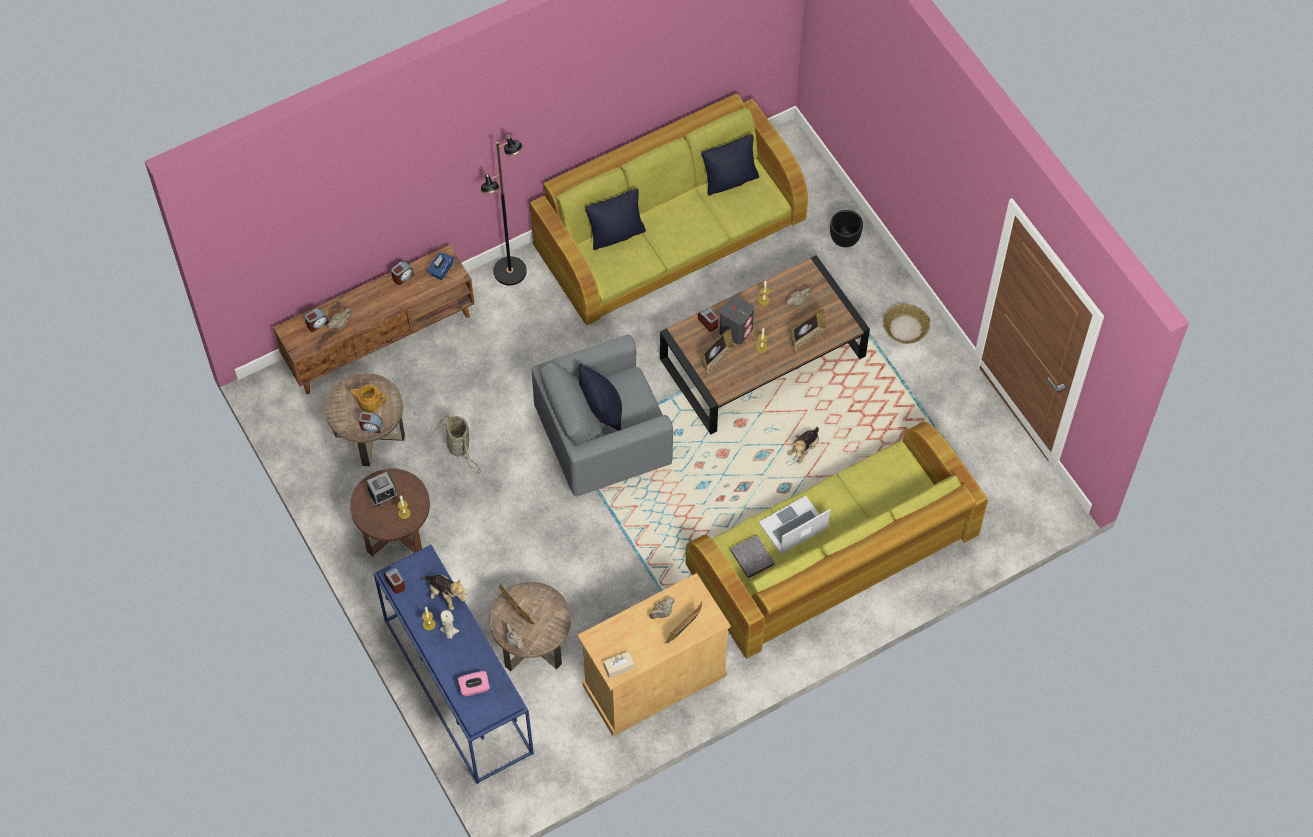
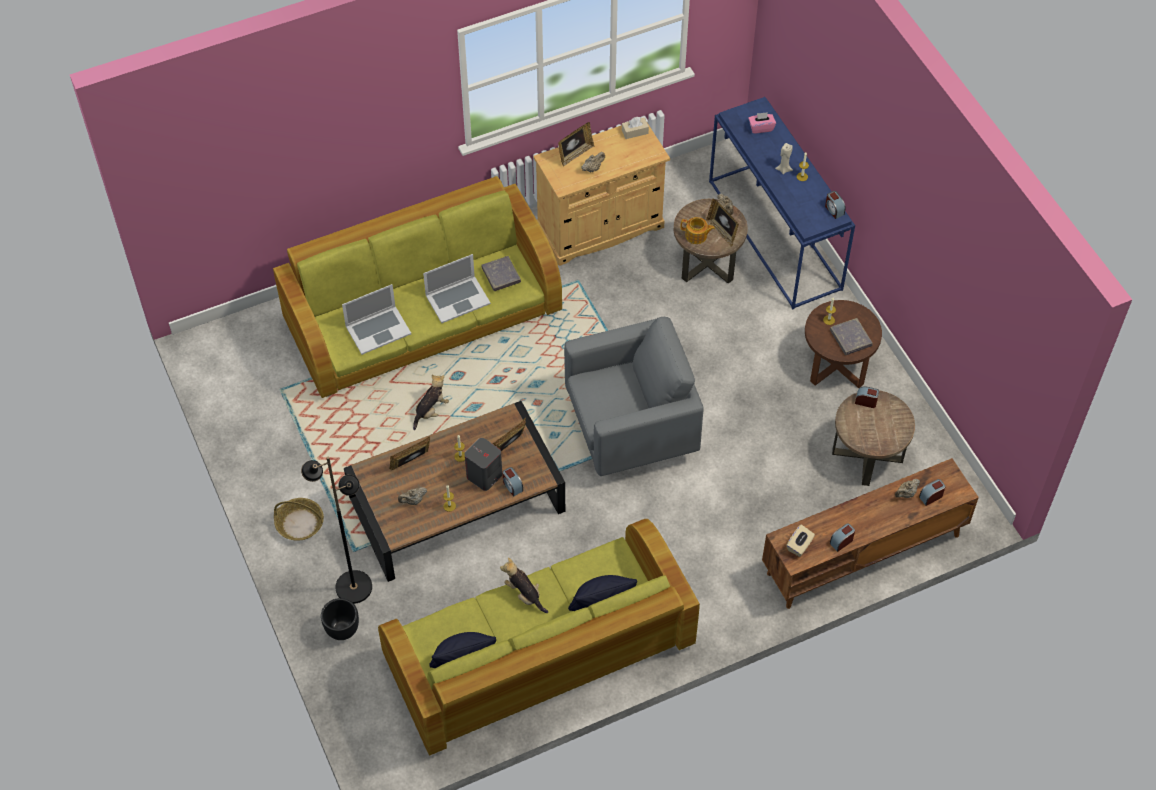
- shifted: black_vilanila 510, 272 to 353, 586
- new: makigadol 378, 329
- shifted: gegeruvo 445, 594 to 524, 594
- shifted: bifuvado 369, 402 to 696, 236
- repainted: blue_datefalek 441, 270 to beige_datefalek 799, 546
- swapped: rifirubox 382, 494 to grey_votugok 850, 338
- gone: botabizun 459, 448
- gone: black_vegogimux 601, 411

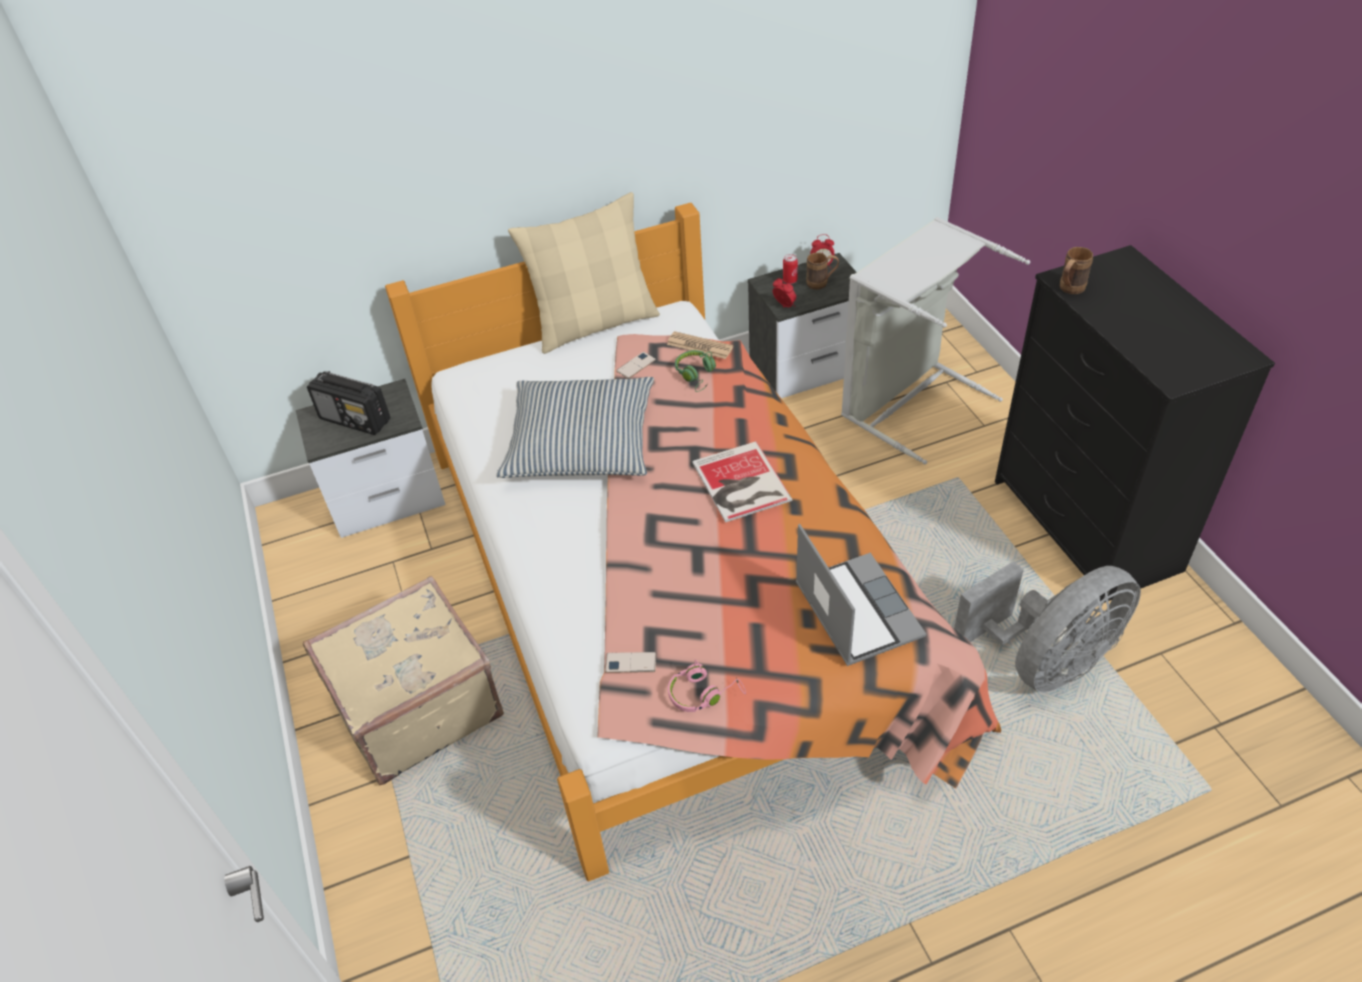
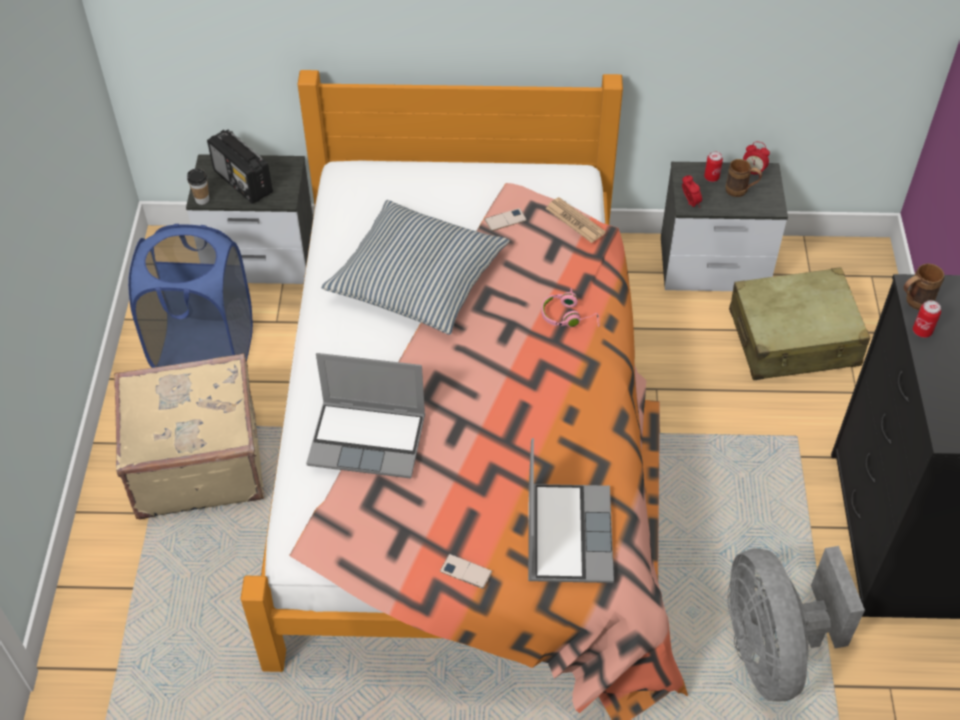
- new: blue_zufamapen 205, 352
- new: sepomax 202, 199
- new: makigadol 369, 439
- shifted: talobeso 630, 663 to 466, 571
- shifted: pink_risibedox 703, 693 to 569, 316
- rotated: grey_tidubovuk 1045, 662 = 771, 650 90 degrees clockwise
- swapped: grey_zufamapen 908, 401 to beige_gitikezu 794, 339
- new: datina 922, 331
- gone: beige_vegogimux 595, 324
- gone: green_risibedox 696, 375
- gone: votugok 740, 484

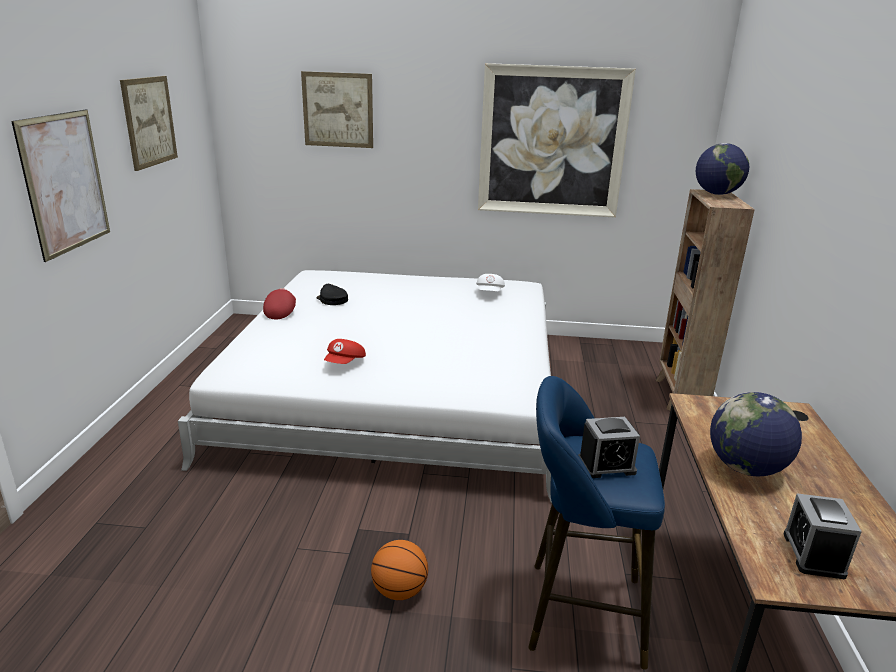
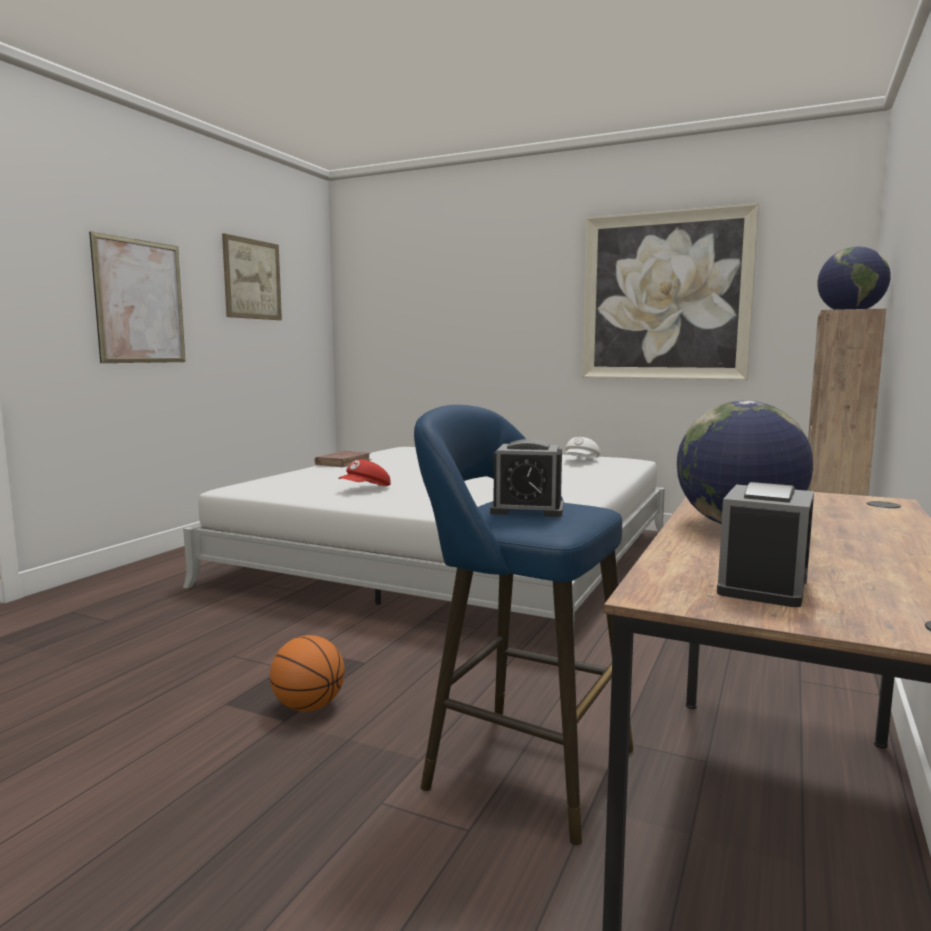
- swapped: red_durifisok 280, 312 to brown_votugok 343, 462
- gone: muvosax 338, 110
- gone: black_durifisok 332, 300

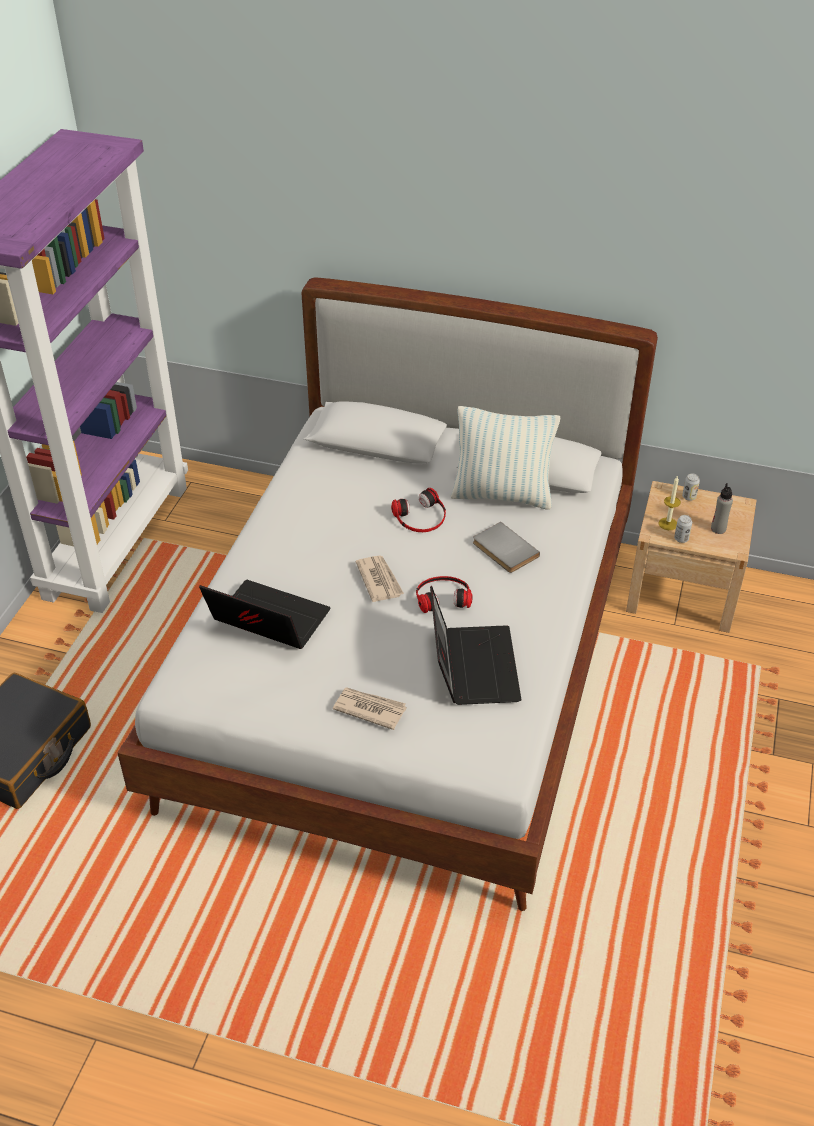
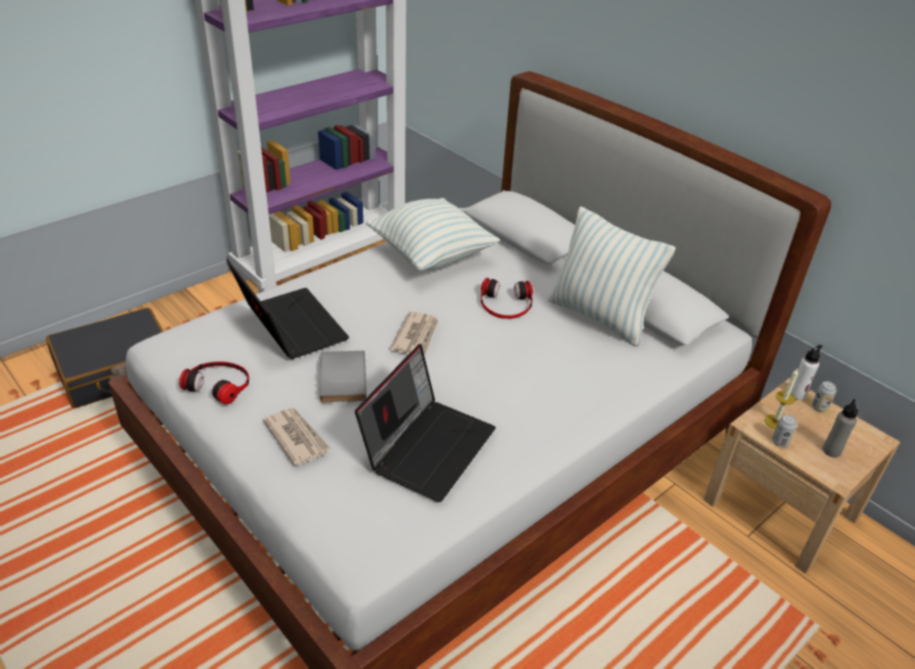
- shifted: risibedox 442, 596 to 219, 384
- shifted: grey_votugok 503, 550 to 340, 379
- new: vegogimux 431, 255
- new: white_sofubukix 797, 394

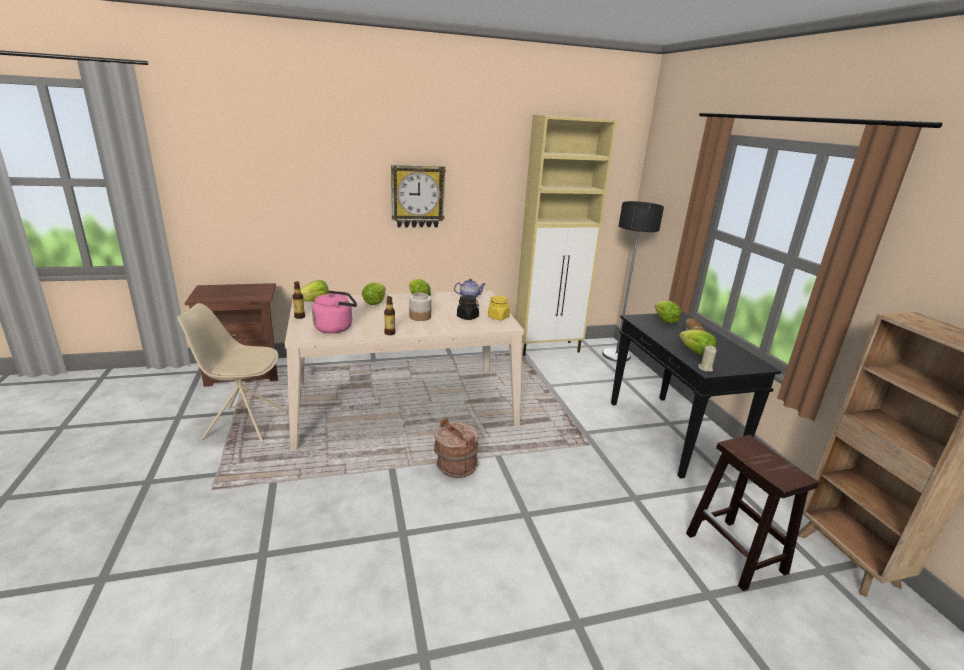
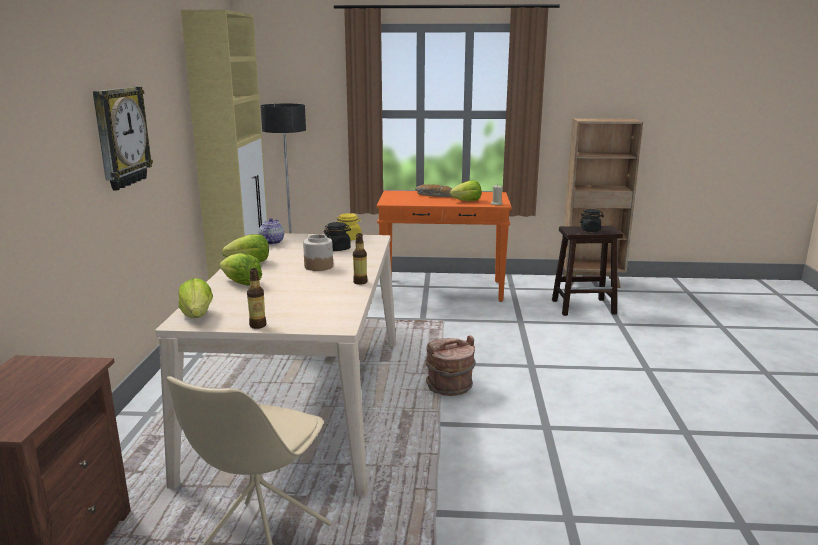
- repainted: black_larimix 671, 434 to orange_larimix 443, 290
- new: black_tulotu 590, 230
- gone: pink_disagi 336, 327
- gone: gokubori 664, 320

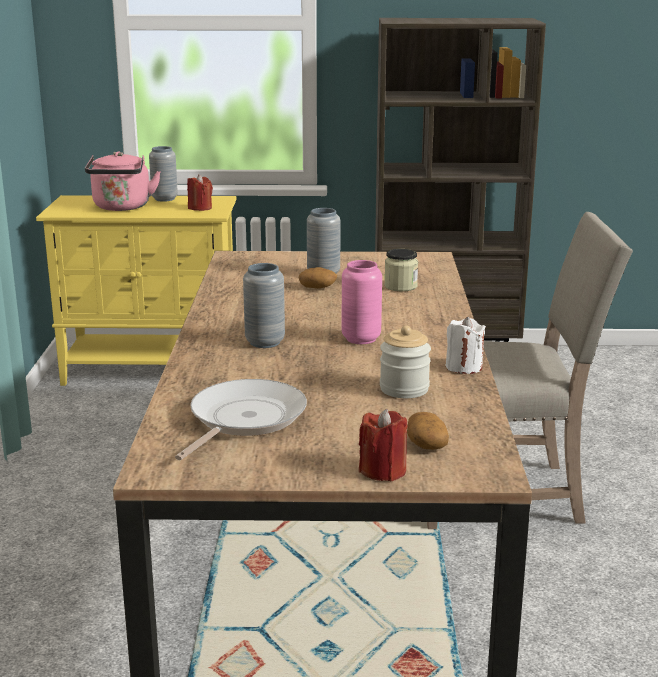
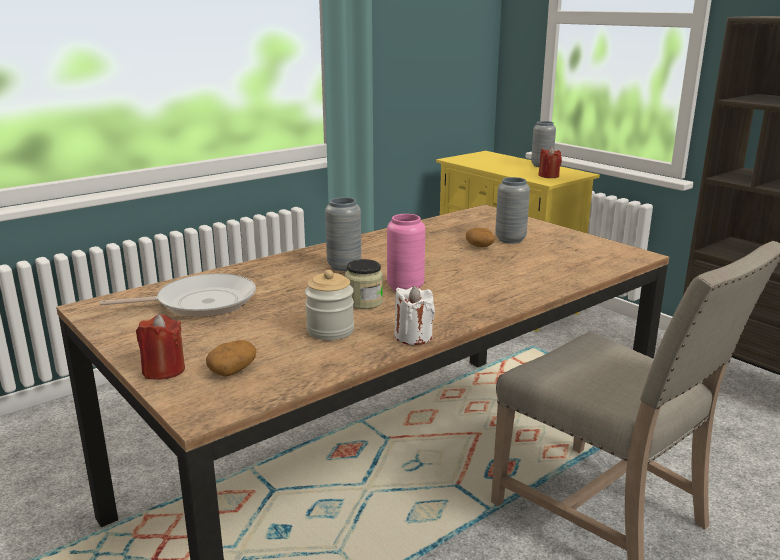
- shifted: tulotu 400, 286 to 364, 302
- gone: pink_disagi 122, 208

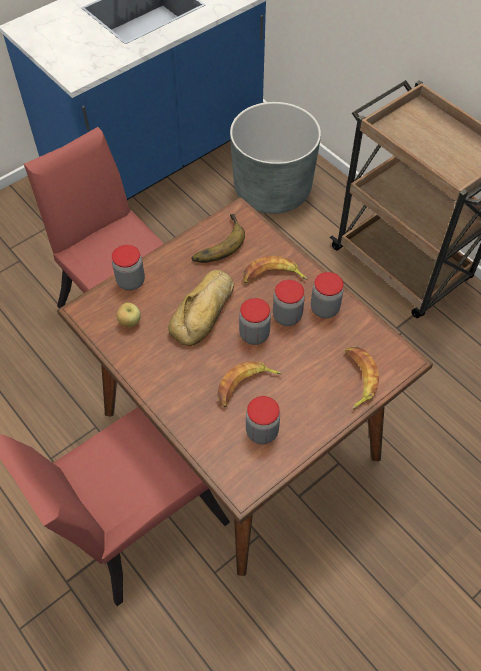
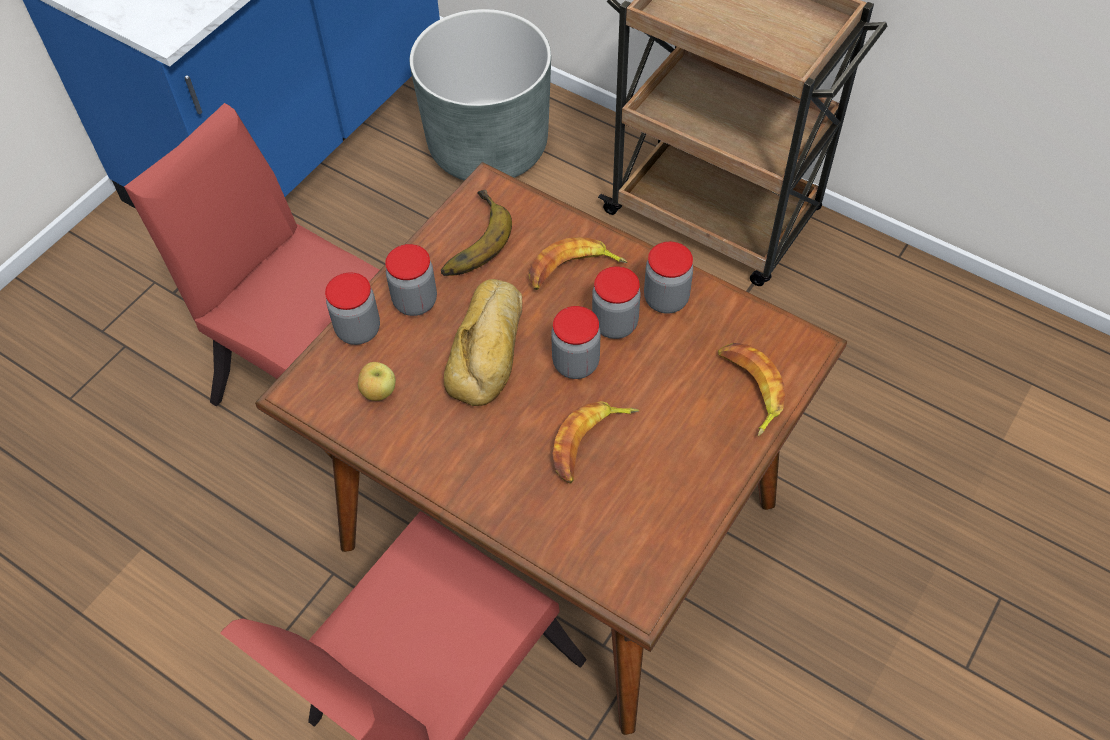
- shifted: tulotu 262, 432 to 415, 301

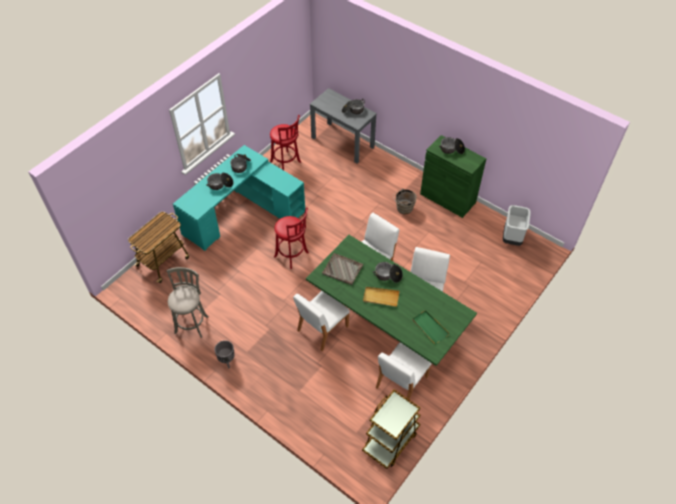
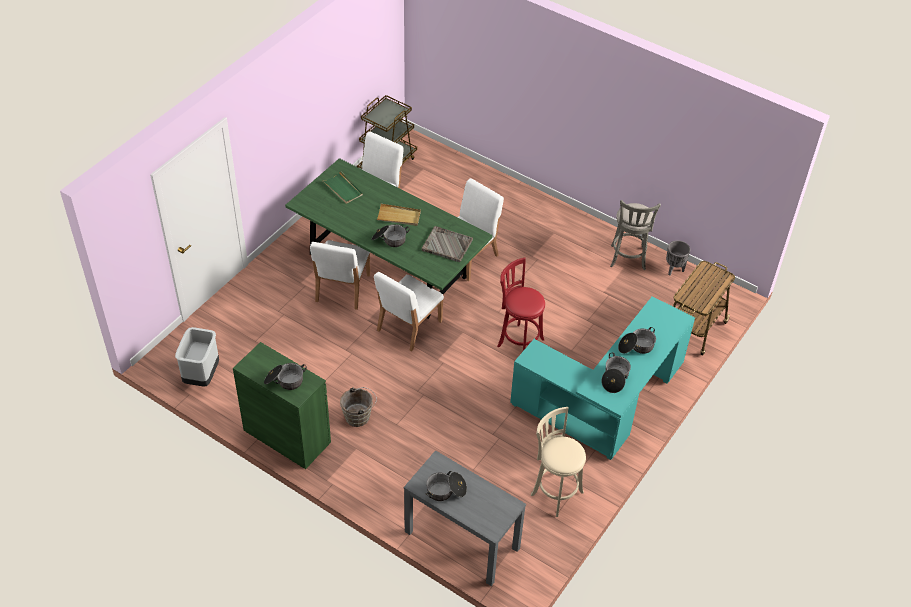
- repainted: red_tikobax 286, 163 to beige_tikobax 555, 492
- shifted: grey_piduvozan 227, 361 to 674, 270

